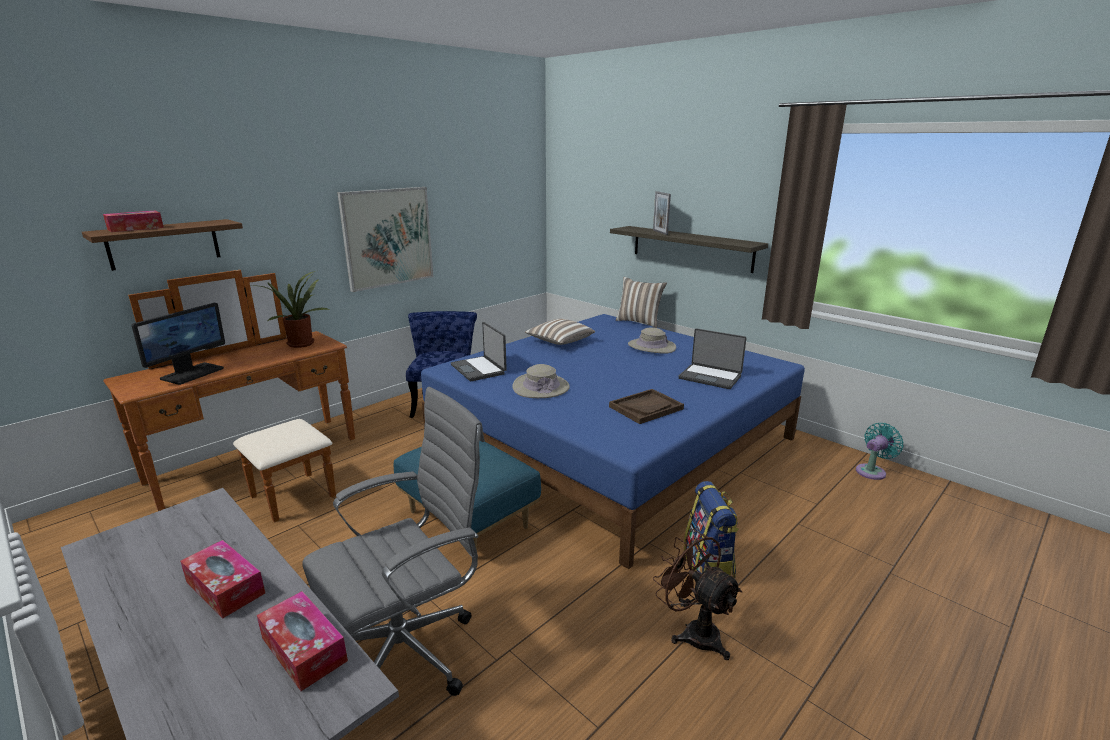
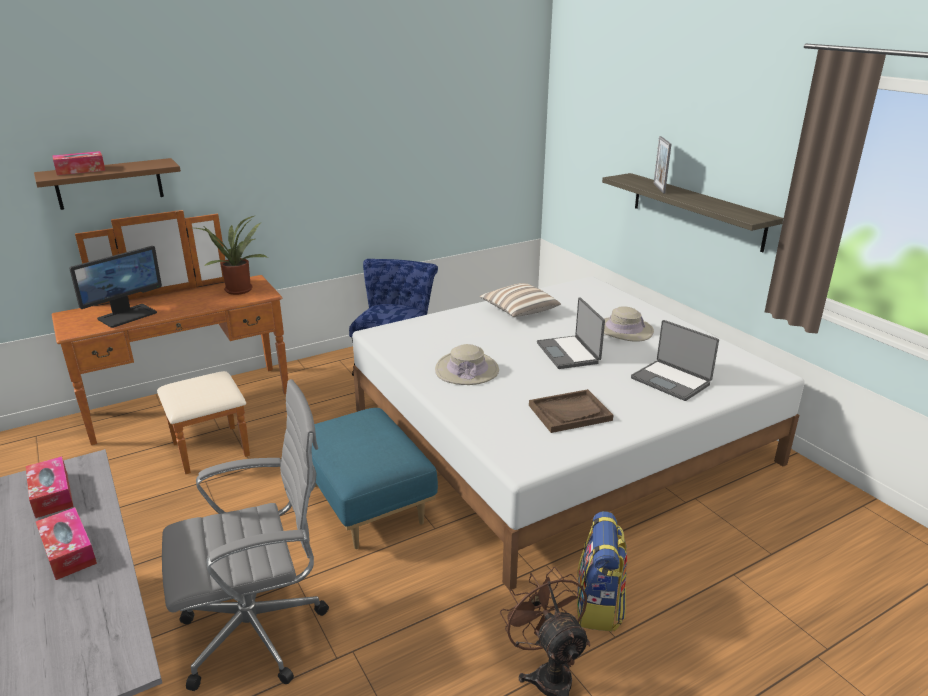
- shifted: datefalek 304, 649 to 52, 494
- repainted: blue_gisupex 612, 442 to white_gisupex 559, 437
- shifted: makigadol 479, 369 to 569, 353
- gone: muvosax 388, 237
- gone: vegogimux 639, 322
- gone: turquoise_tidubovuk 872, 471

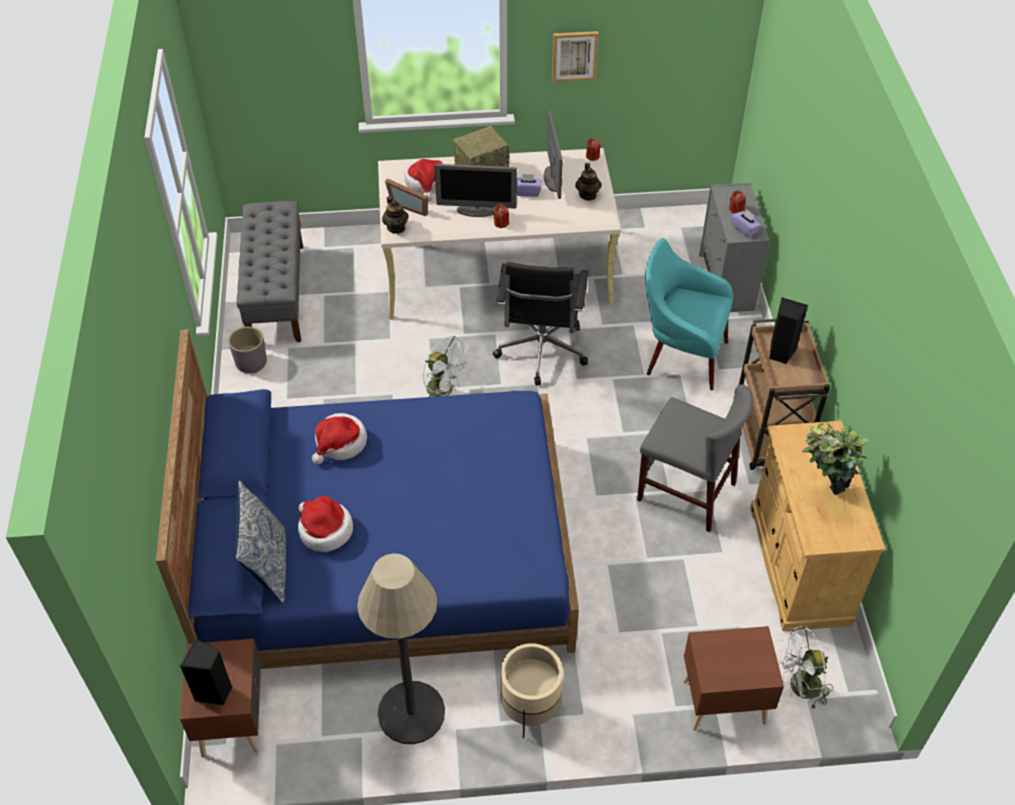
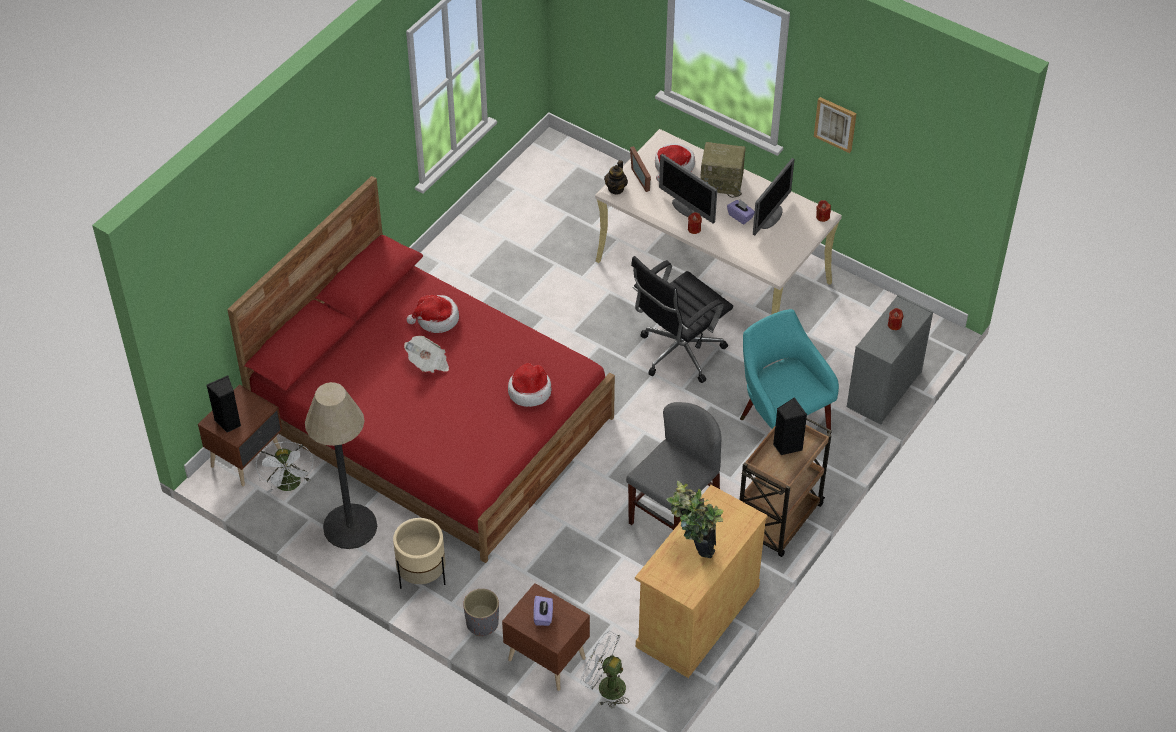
- repainted: blue_gisupex 385, 552 to red_gisupex 432, 420
- shifted: white_tidubovuk 445, 390 to 290, 486
- new: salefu 428, 363
- shifted: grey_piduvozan 251, 362 to 482, 623
- shifted: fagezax 324, 530 to 529, 391
- shifted: purple_datefalek 745, 229 to 543, 616
- rotated: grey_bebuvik 686, 492 = 674, 516 120 degrees counterclockwise
- gone: vegogimux 267, 566
- gone: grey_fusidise 276, 293
- gone: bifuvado 588, 195

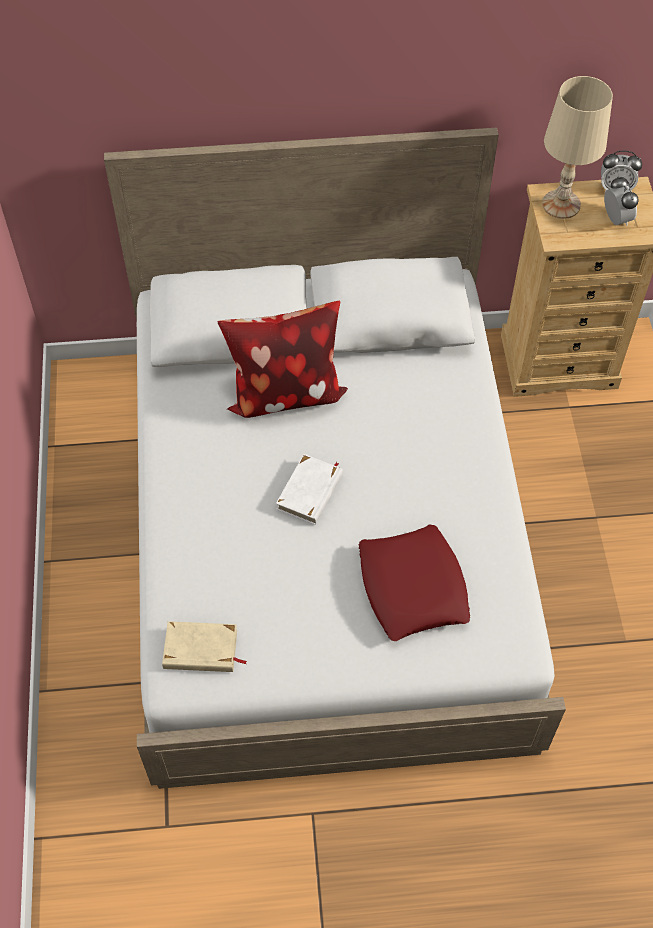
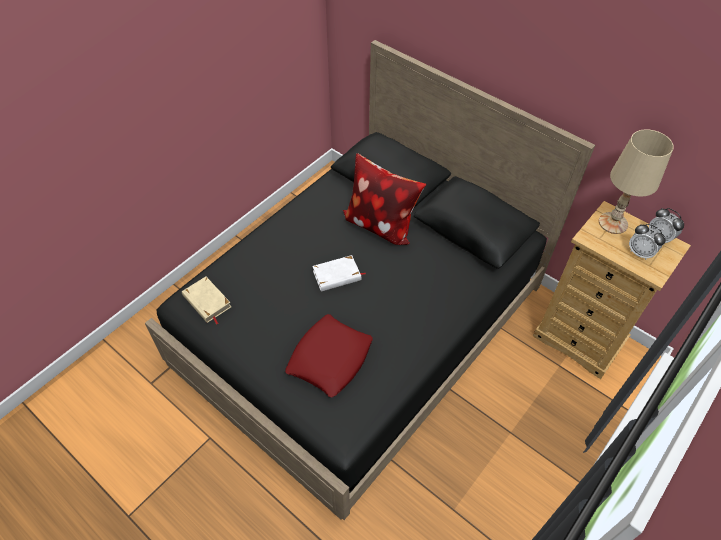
- repainted: white_gisupex 327, 536 to black_gisupex 361, 323
- rotated: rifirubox 616, 219 = 640, 253 105 degrees clockwise

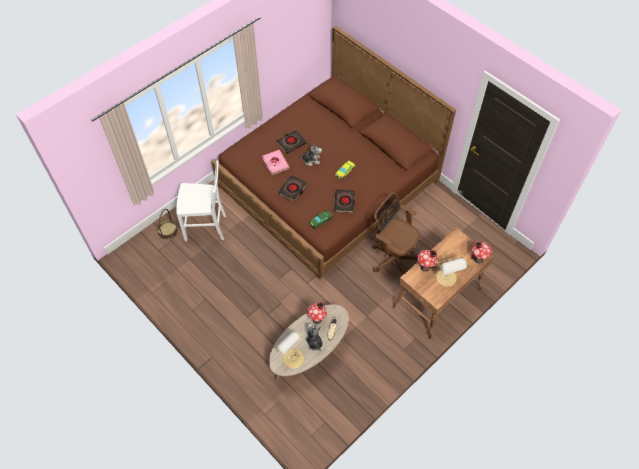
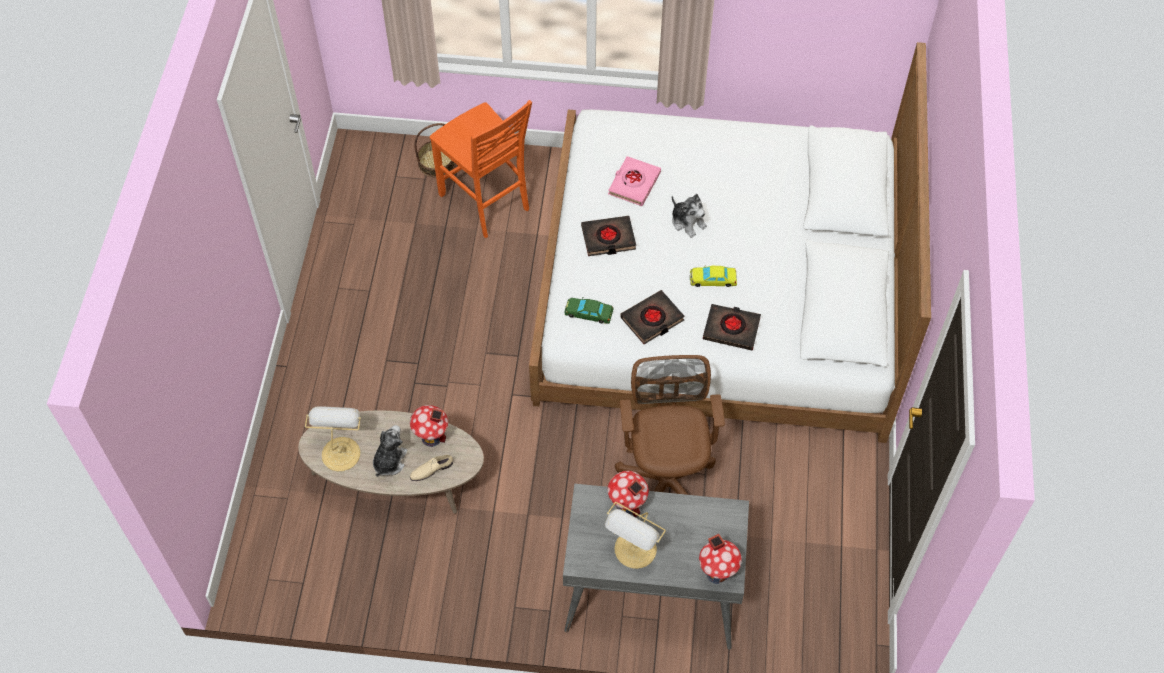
- repainted: white_bebuvik 206, 227 to orange_bebuvik 486, 203
- repainted: brown_gisupex 328, 183 to white_gisupex 718, 292
- repainted: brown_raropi 436, 299 to grey_raropi 650, 593
- shifted: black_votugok 291, 143 to 731, 329

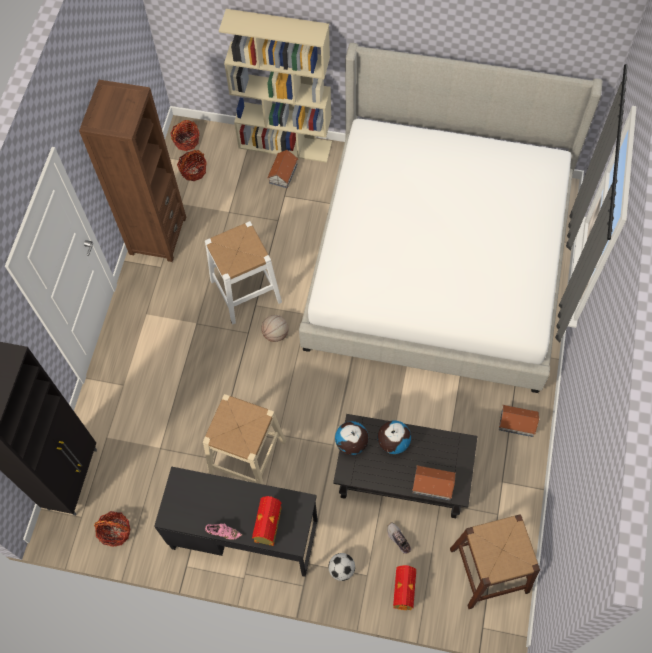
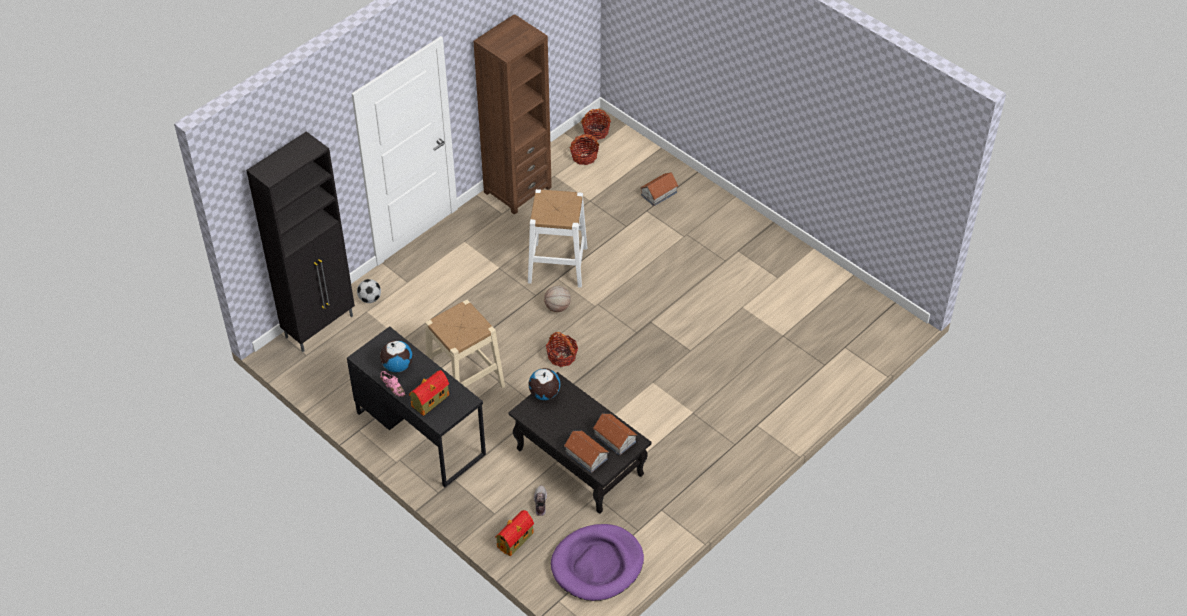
- shifted: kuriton 341, 570 to 370, 299
- shifted: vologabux 393, 442 to 397, 366
- shifted: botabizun 115, 532 to 562, 356
- swapped: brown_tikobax 489, 570 to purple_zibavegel 597, 565
- shifted: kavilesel 517, 423 to 615, 438
- gone: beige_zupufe 285, 144
- gone: gisupex 438, 261

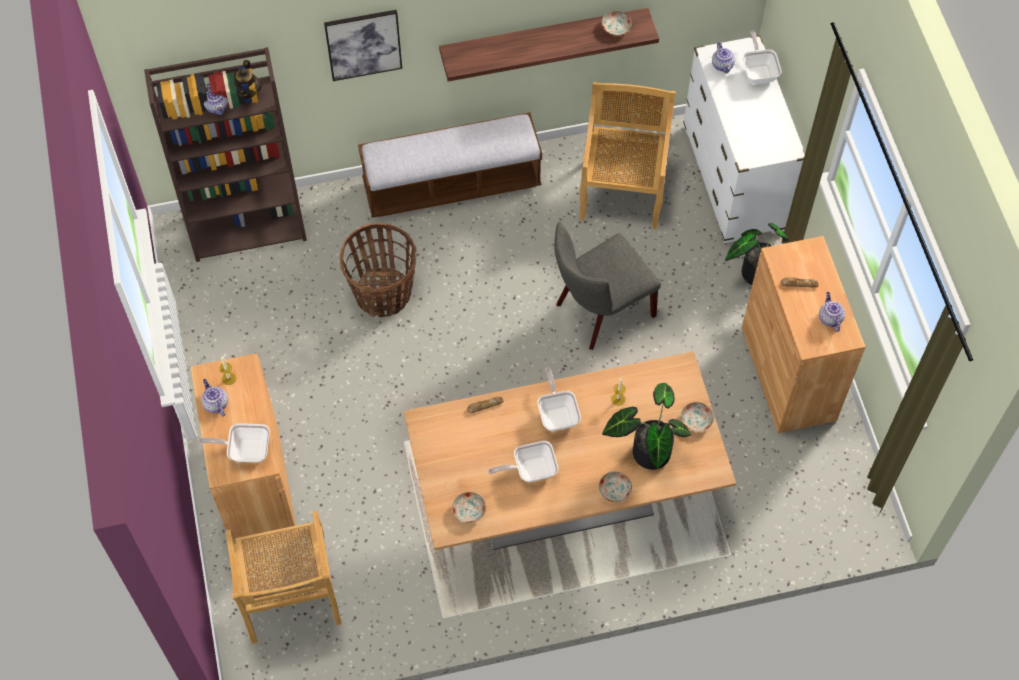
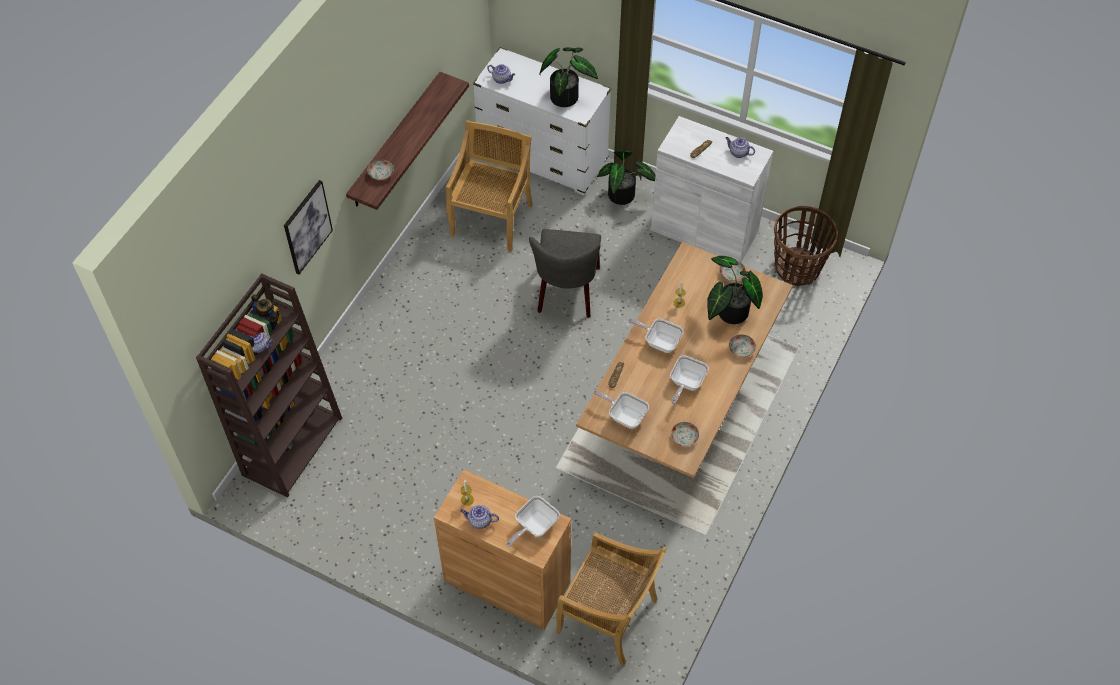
- shifted: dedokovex 616, 27 to 381, 173
- rotated: beige_bebuvik 622, 191 = 492, 219 60 degrees clockwise
- new: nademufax 567, 96
- shifted: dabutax 758, 71 to 624, 415
- repainted: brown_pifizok 788, 373 to white_pifizok 704, 230
- shifted: botabizun 383, 294 to 797, 268
- gone: fusidise 452, 185

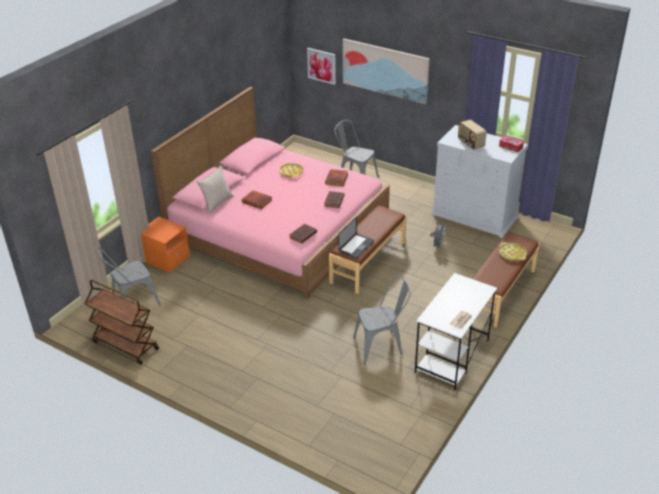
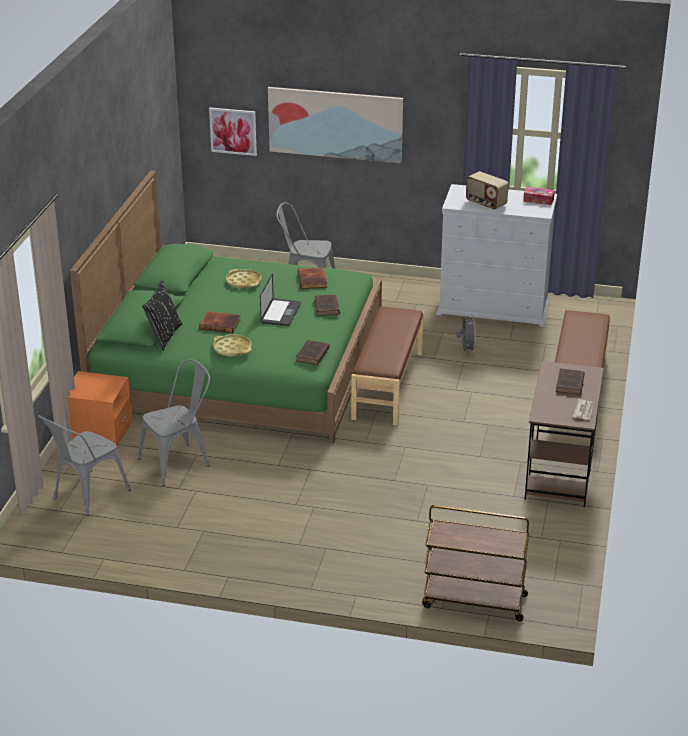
- repainted: pink_gisupex 278, 230 to green_gisupex 239, 368
- shifted: grey_bebuvik 382, 346 to 179, 461
- repainted: beige_vegogimux 217, 203 to black_vegogimux 164, 336
- shifted: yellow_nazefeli 512, 254 to 232, 349
- shifted: makigadol 356, 246 to 280, 313
- shifted: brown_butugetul 125, 345 to 473, 601
- repainted: white_raropi 452, 356 to brown_raropi 560, 472
- new: brown_votugok 569, 384

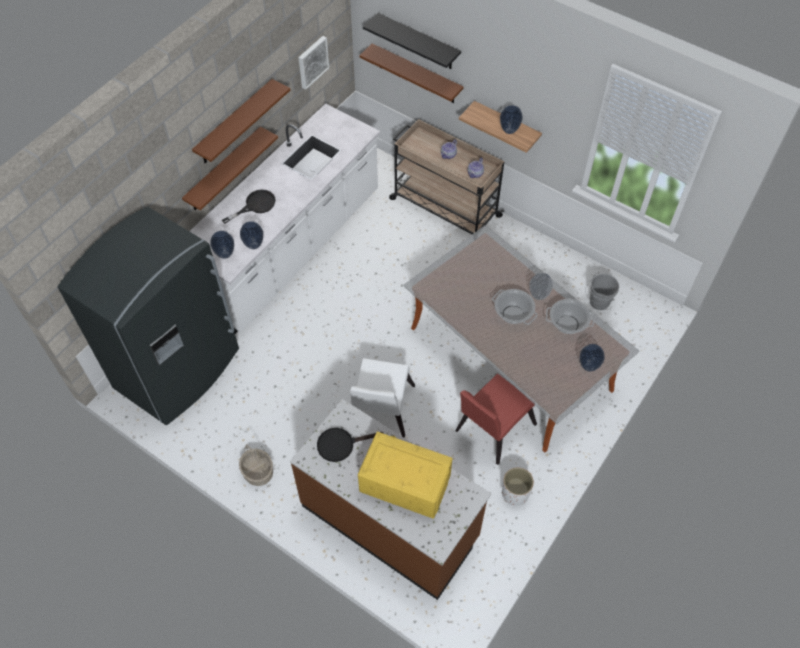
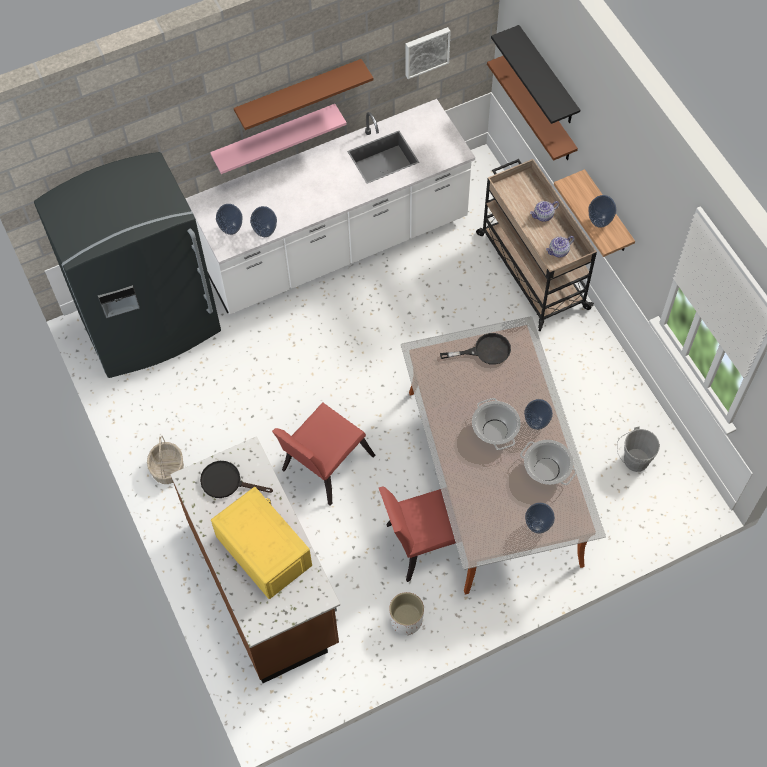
- repainted: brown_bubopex 224, 170 to pink_bubopex 274, 137
- repainted: white_bebuvik 380, 411 to red_bebuvik 323, 466
- shifted: black_dabutax 255, 205 to 485, 351

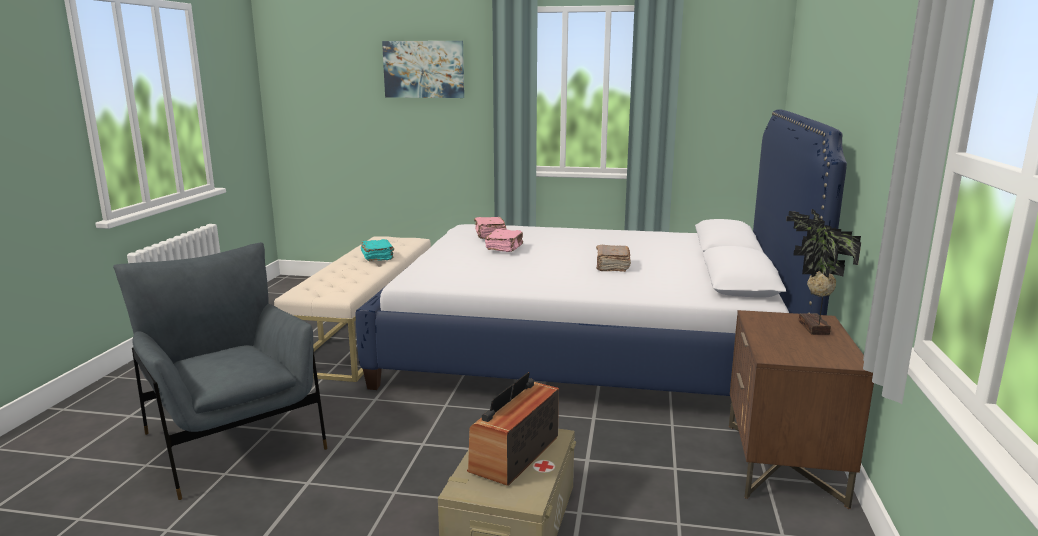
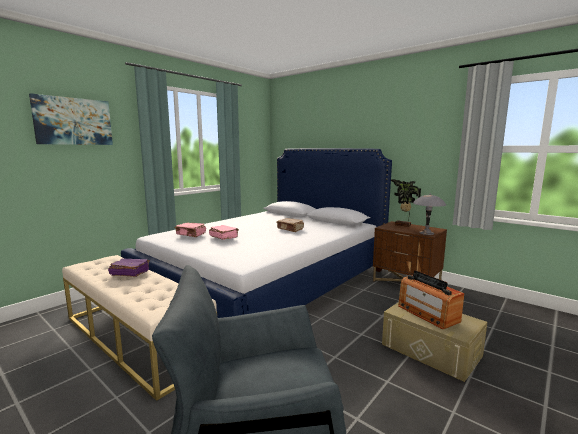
- repainted: turquoise_votugok 378, 257 to purple_votugok 129, 273
- new: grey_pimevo 426, 233

